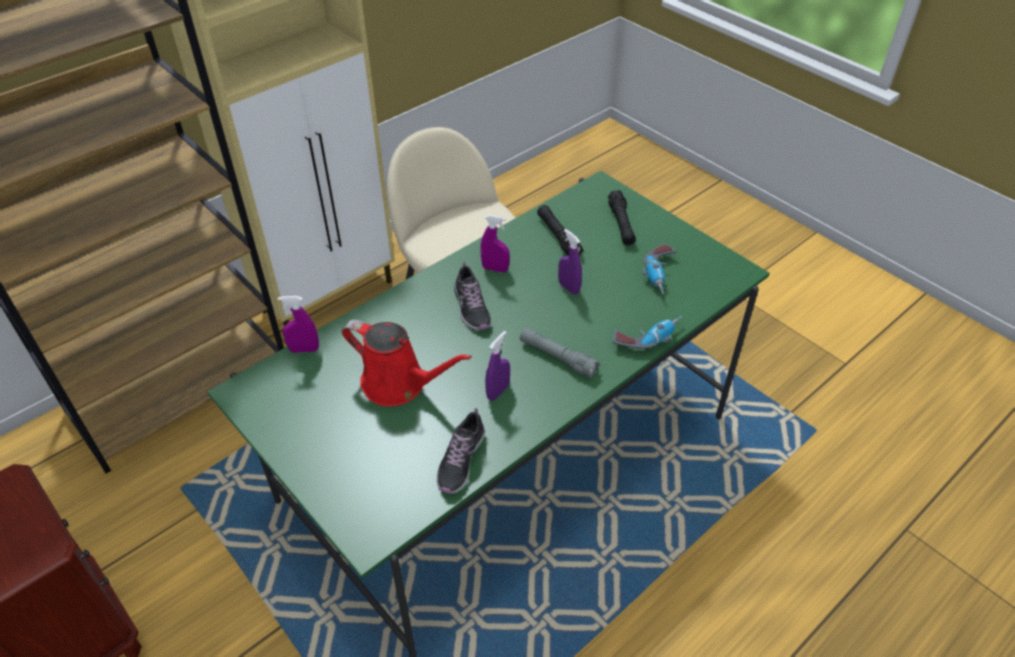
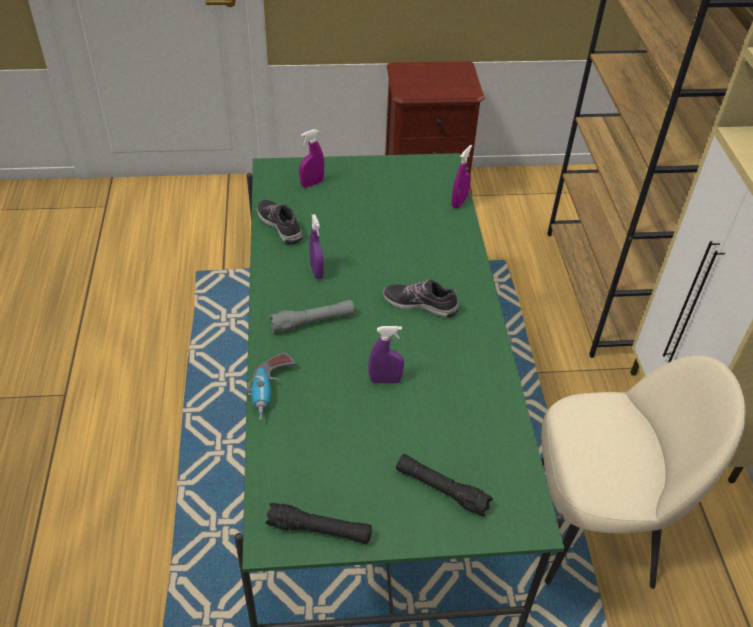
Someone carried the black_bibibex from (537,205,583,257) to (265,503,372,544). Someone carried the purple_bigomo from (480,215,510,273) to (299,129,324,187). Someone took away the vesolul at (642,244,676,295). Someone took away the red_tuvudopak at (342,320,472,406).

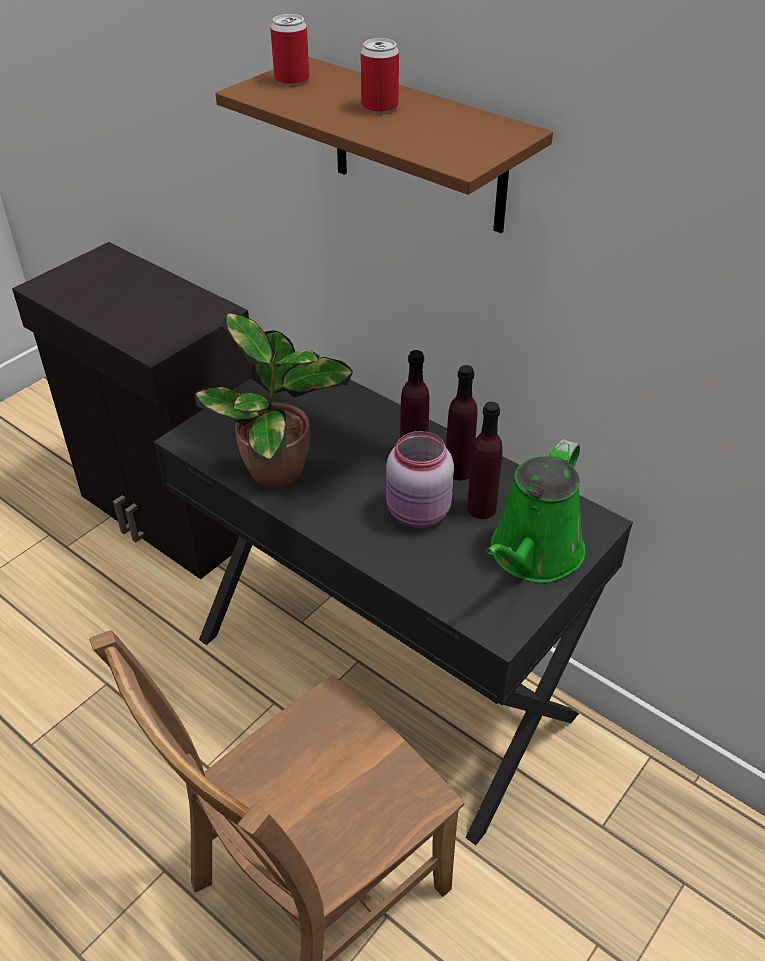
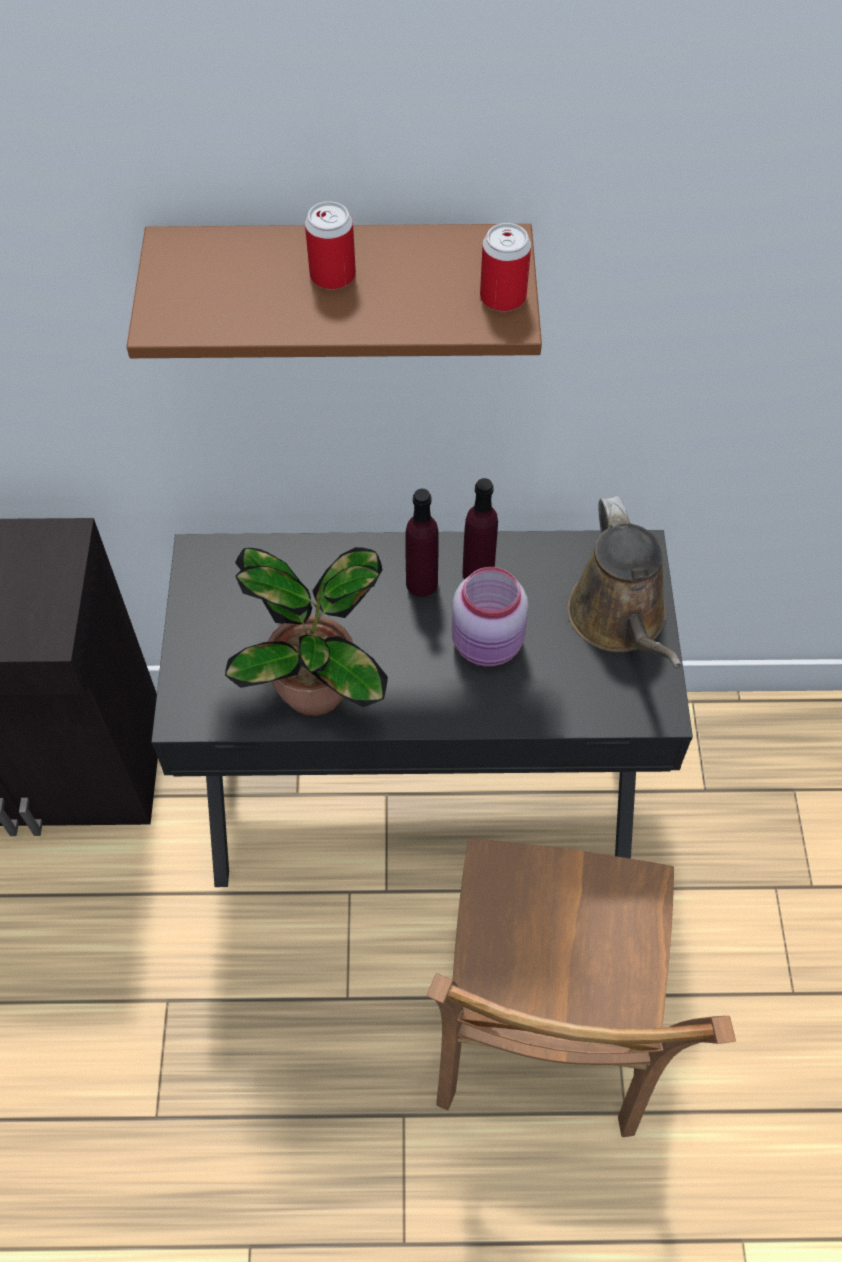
Someone carried the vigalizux from (270,14,309,85) to (480,223,531,312). Someone took away the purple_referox at (467,402,503,519). Someone repainted the green_tuvudopak at (486,439,585,583), which became the brown_tuvudopak at (567,496,682,668).

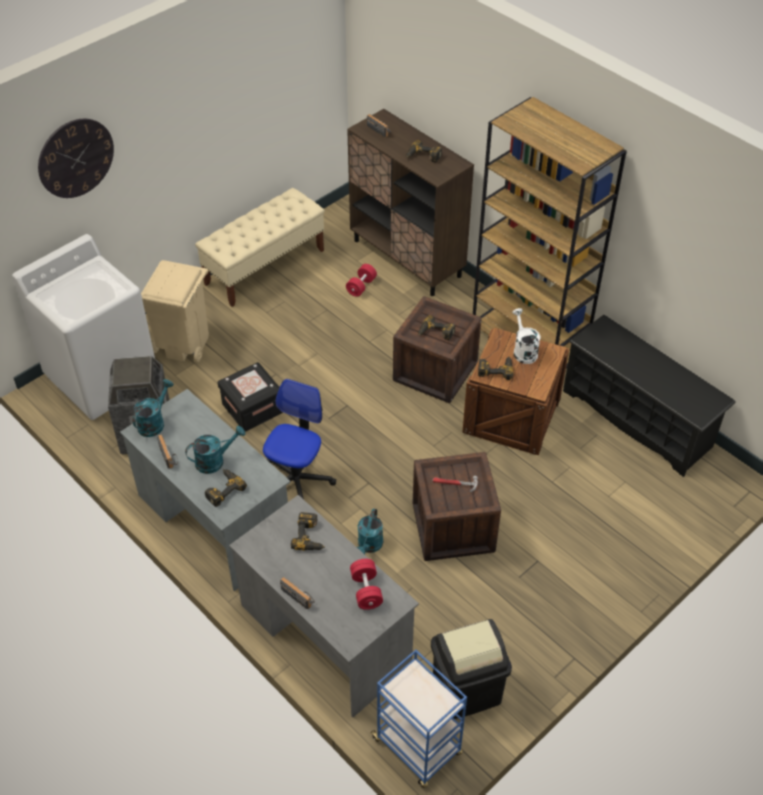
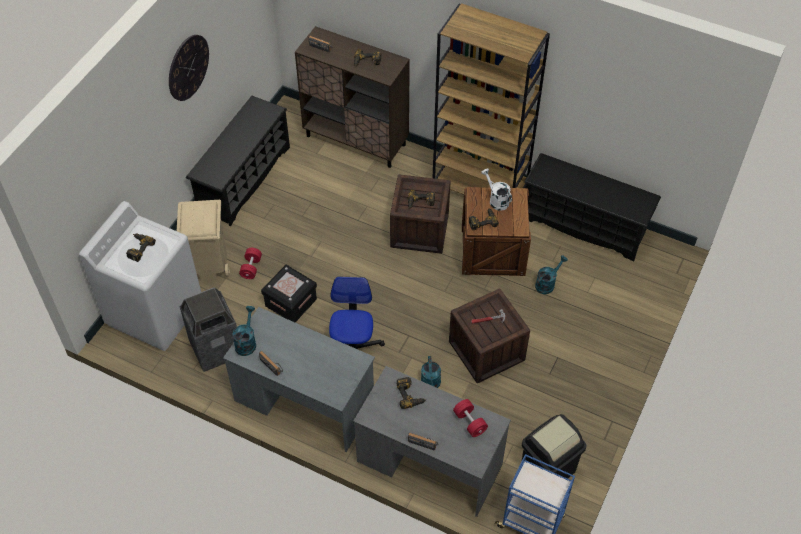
Someone carried the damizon from (38,119,114,198) to (169,35,209,101). Someone swapped the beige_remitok at (195,188,325,307) for the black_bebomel at (186,96,290,226). Someone carried the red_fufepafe from (346,264,377,297) to (239,248,262,279). Someone carried the turquoise_tuvudopak from (185,426,245,474) to (535,255,568,294). Someone carried the vesolul from (205,469,247,507) to (126,233,156,262).

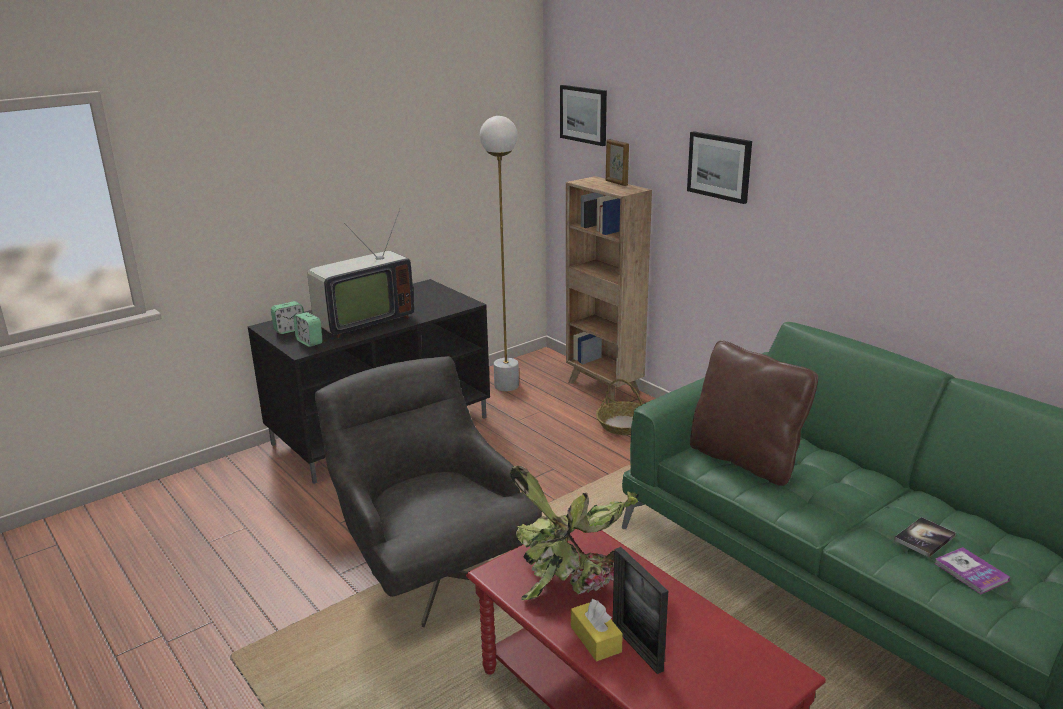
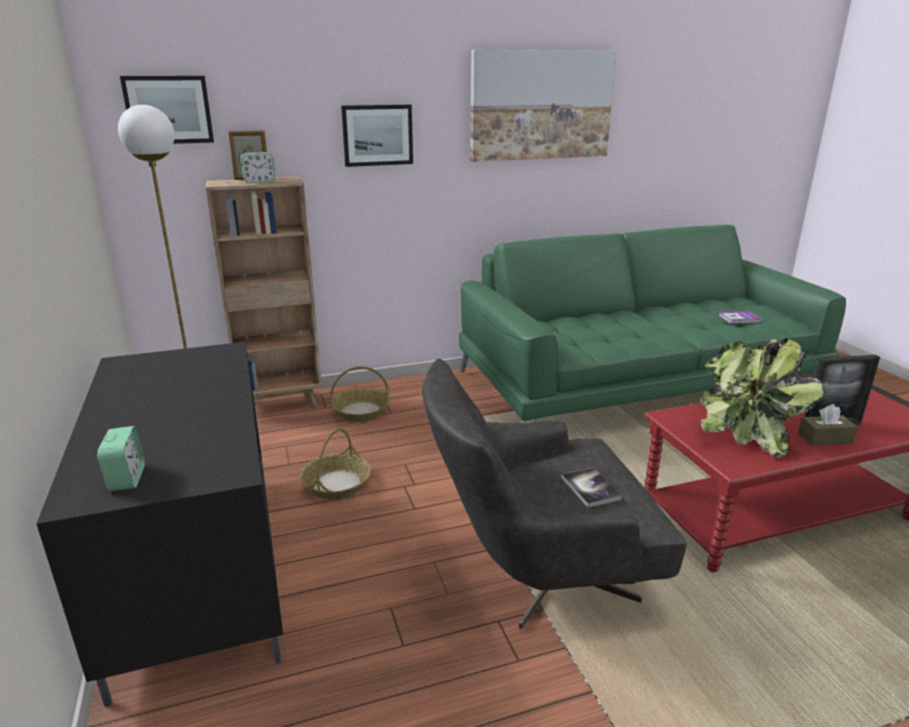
Someone took away the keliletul at (308,209,414,338). Someone carried the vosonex from (294,312,323,347) to (240,152,275,183). Someone took away the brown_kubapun at (690,340,818,486). Someone carried the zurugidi from (894,517,956,557) to (561,468,622,508). Someone repainted the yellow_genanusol at (571,599,623,661), which became the brown_genanusol at (798,404,858,445). Someone put up the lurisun at (470,50,616,162). Someone put down the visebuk at (300,428,371,499).

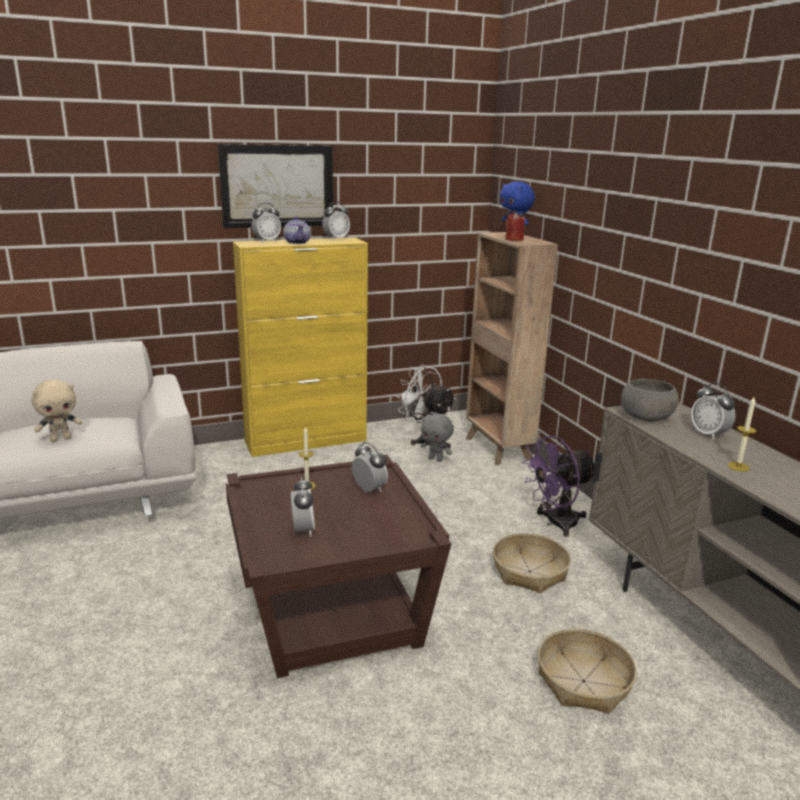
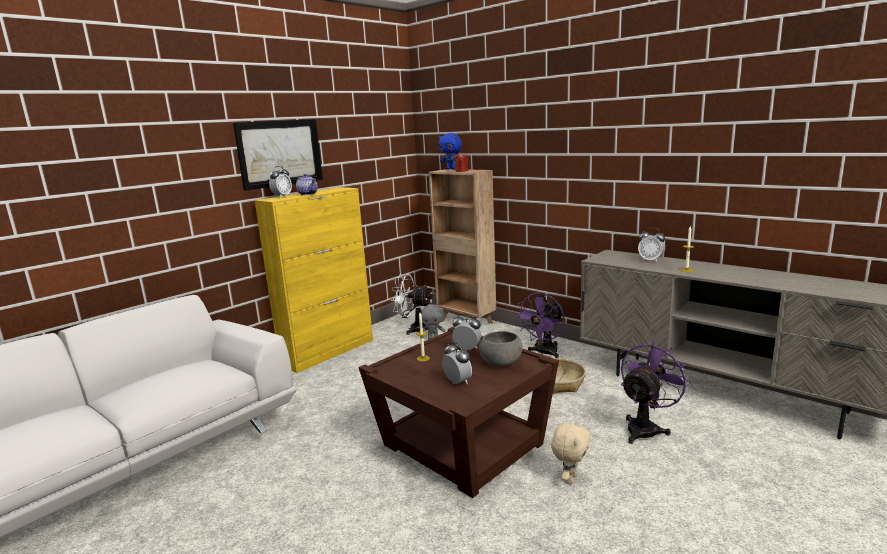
Someone took away the vosonex at (322,202,350,240). Someone carried the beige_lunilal from (32,379,82,442) to (551,423,591,485). Someone carried the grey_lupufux from (621,379,679,422) to (479,331,523,367). Someone swapped the visebuk at (538,629,637,714) for the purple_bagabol at (621,341,691,444).

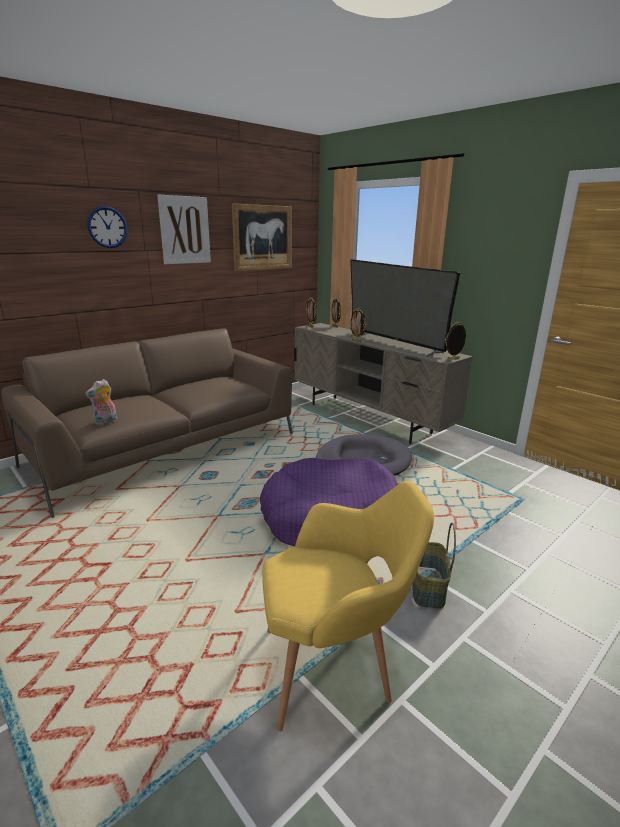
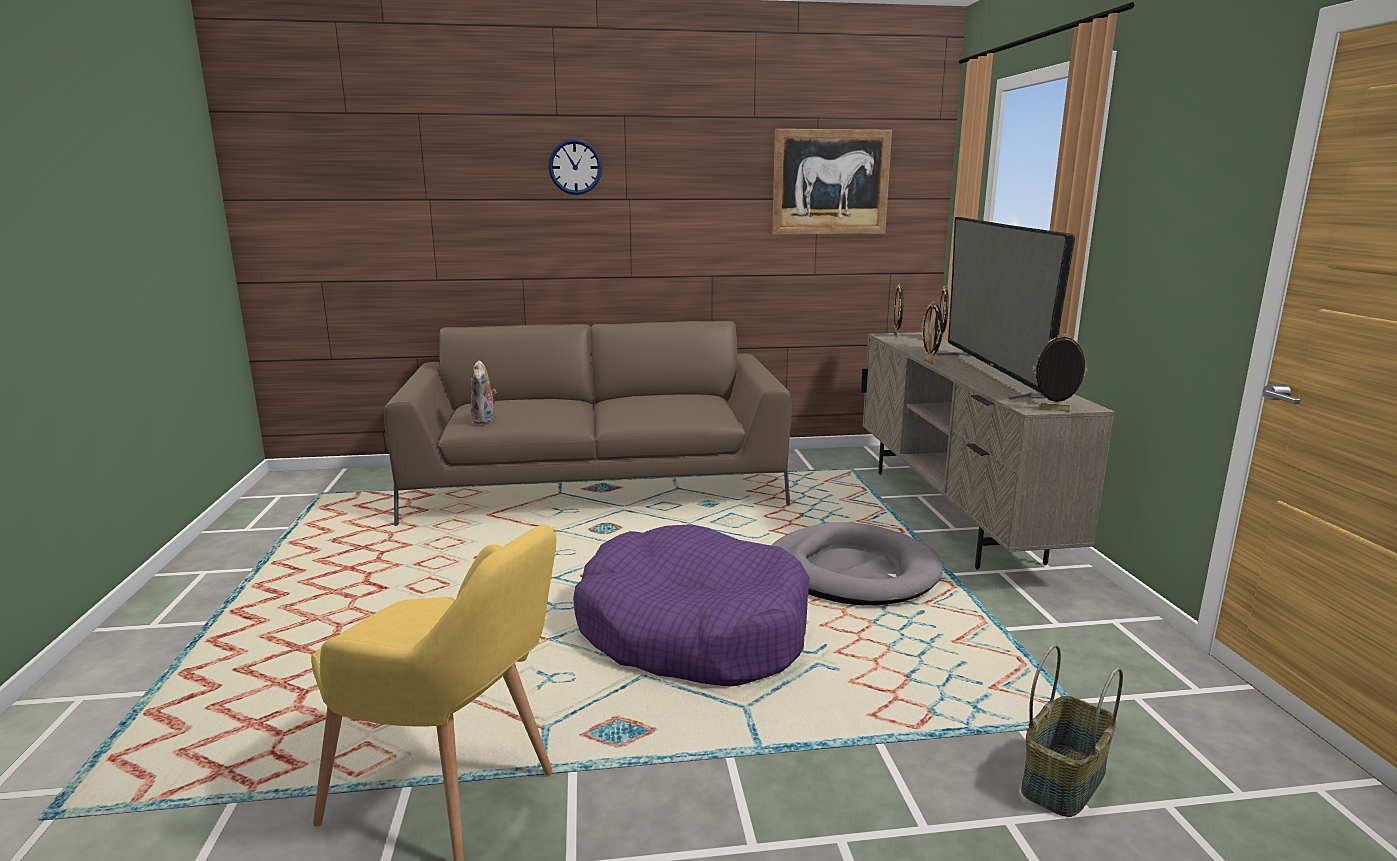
Someone took away the lurisun at (157,195,211,264). Someone rotated the lunilal at (85,379,117,425) by 90 degrees counterclockwise. Someone carried the visebuk from (412,523,456,609) to (1021,645,1123,817).

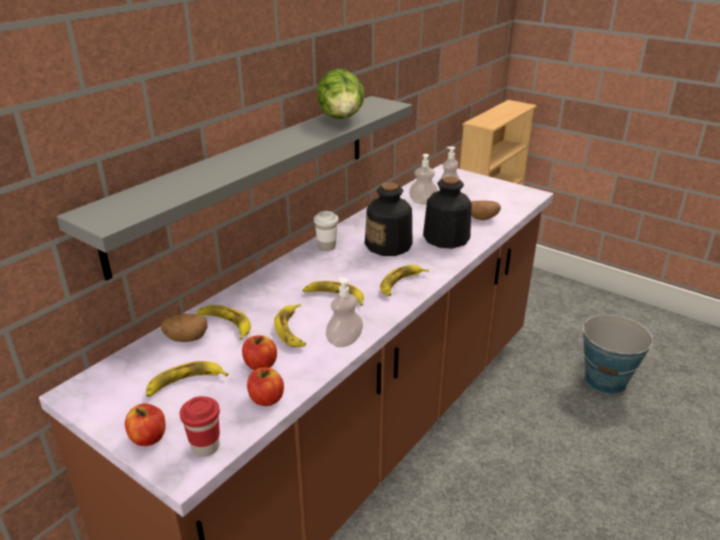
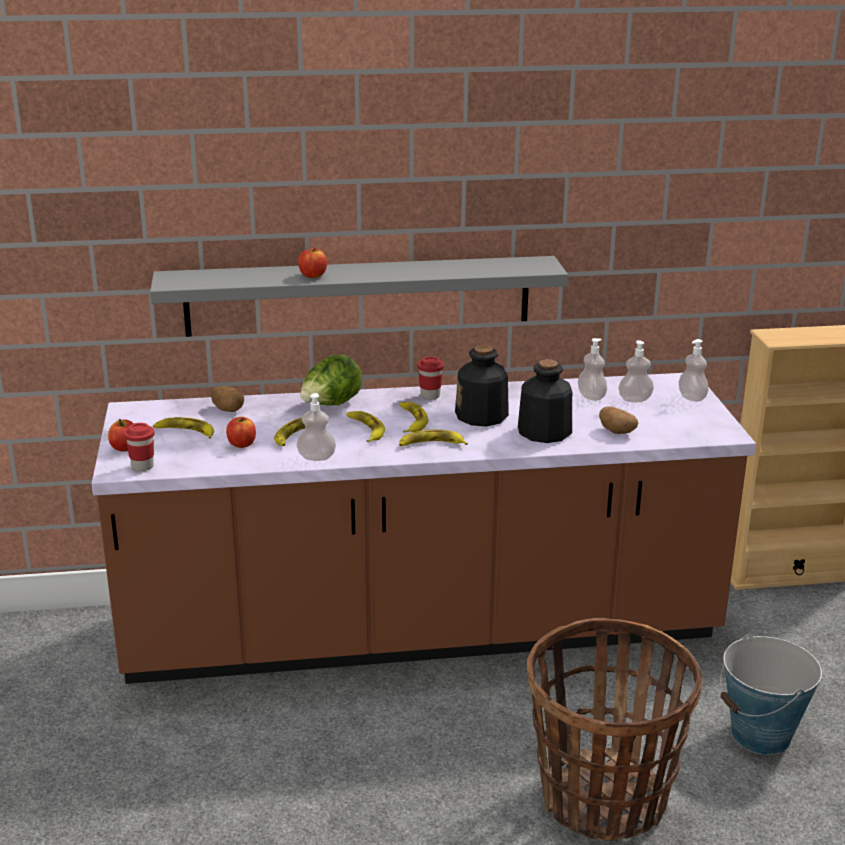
Someone carried the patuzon from (317,69,365,119) to (300,355,362,405). Someone repainted the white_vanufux at (314,211,339,251), which became the red_vanufux at (417,356,444,400). Someone carried the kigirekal from (196,305,251,340) to (399,402,428,433). Someone carried the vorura from (247,367,284,406) to (298,248,327,278). Someone put down the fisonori at (679,339,708,402). Someone put down the visebuk at (527,618,703,841).

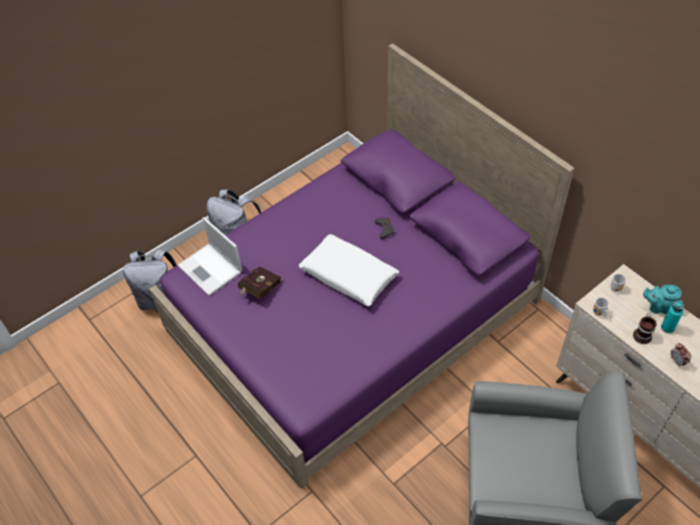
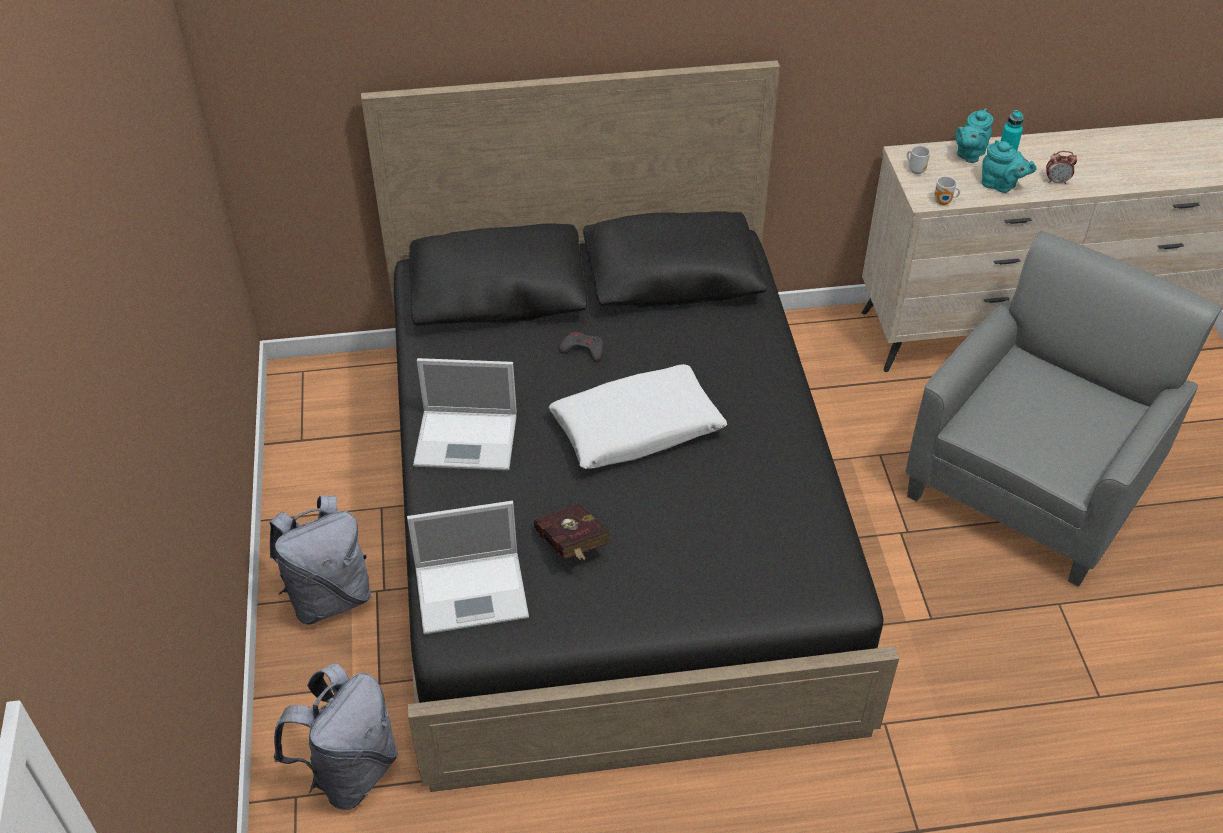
Someone repainted the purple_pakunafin at (149,43,575,489), which became the black_pakunafin at (361,60,899,792). Someone swapped the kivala at (633,313,657,344) for the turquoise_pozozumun at (982,140,1036,193). Someone put down the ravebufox at (413,358,517,471).

